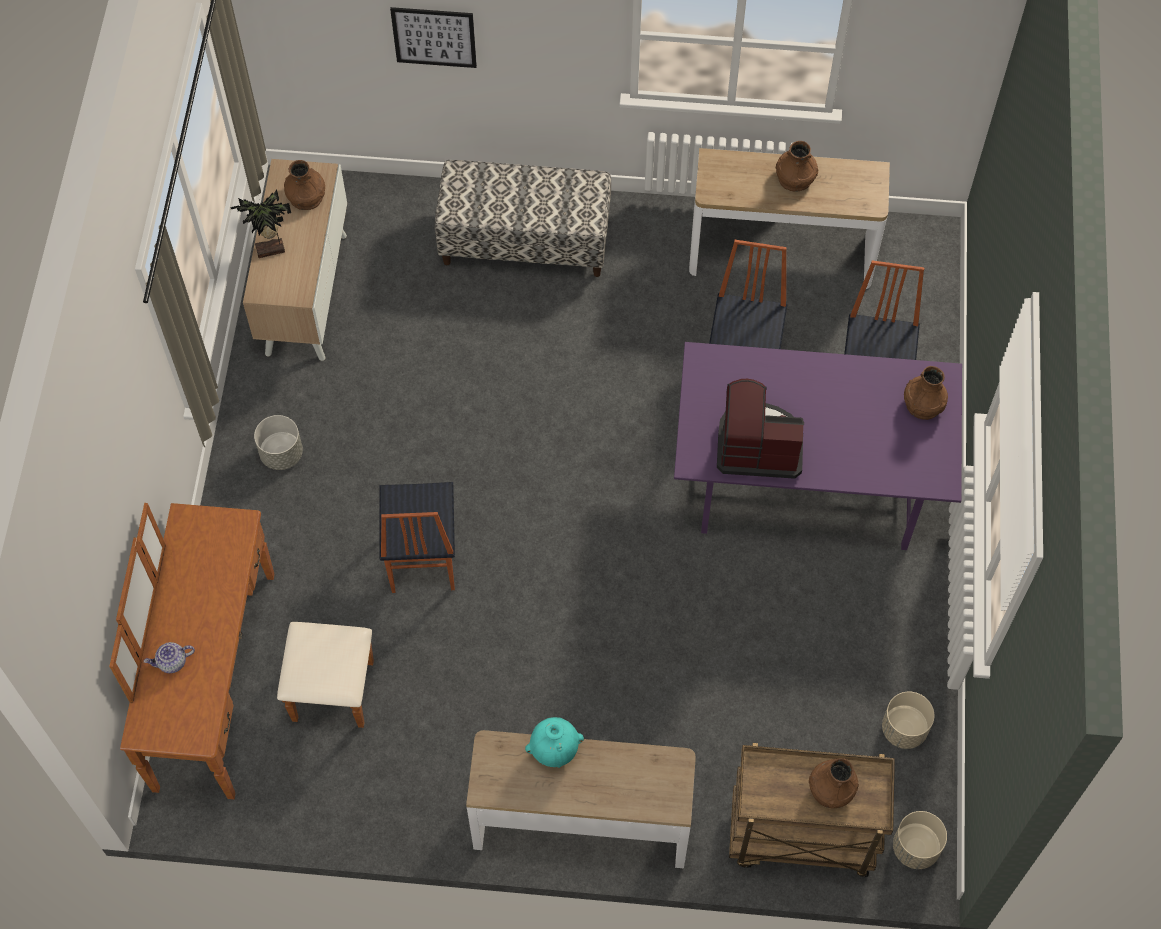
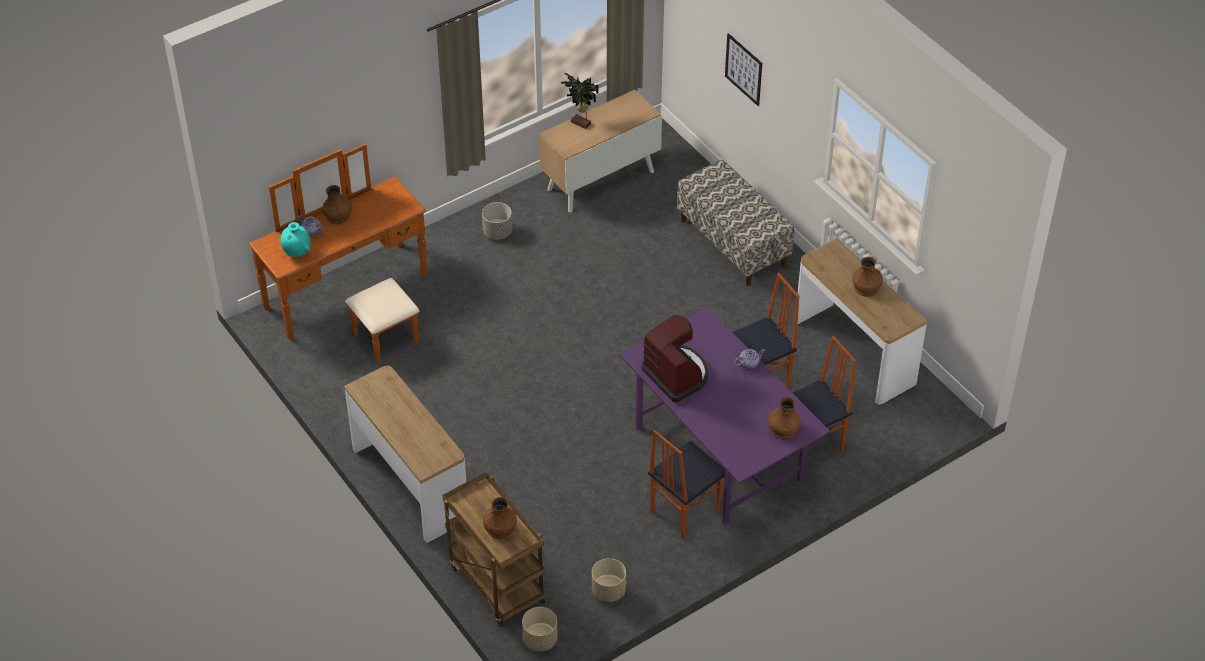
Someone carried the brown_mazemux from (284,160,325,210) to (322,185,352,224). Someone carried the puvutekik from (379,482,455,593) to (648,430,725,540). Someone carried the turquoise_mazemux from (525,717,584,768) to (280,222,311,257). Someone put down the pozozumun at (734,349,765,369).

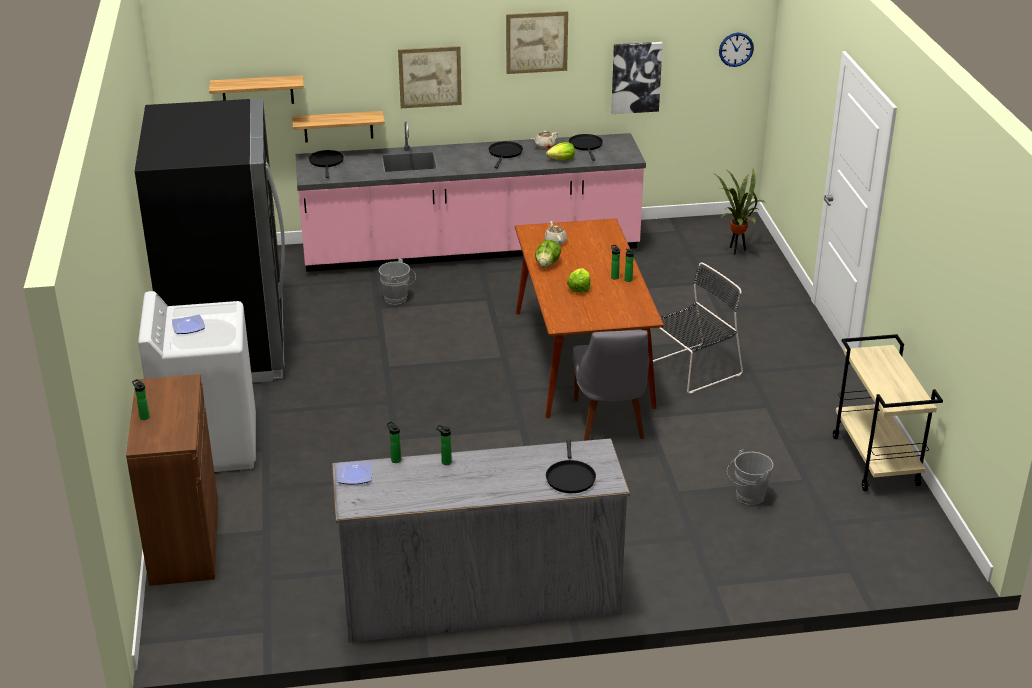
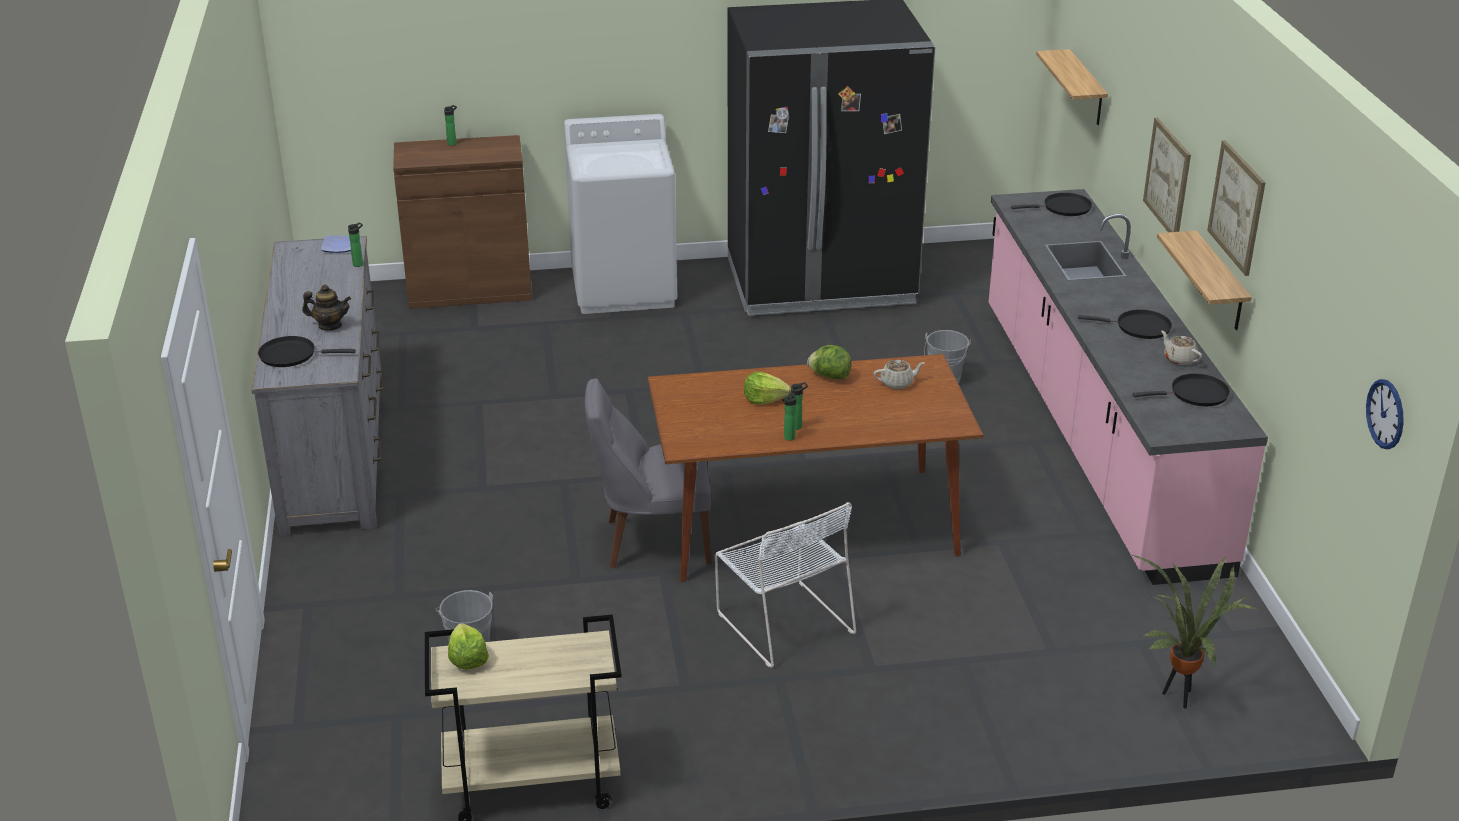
Someone took away the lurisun at (611,42,663,114). Someone carried the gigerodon from (292,111,385,143) to (1157,231,1252,330). Someone carried the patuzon from (546,142,575,160) to (448,623,489,670). Someone repainted the black_puvutekik at (653,262,743,394), which became the white_puvutekik at (715,502,856,668). Someone took away the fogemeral at (172,315,205,334). Someone took away the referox at (436,425,452,465). Someone put down the pozozumun at (302,285,351,331).

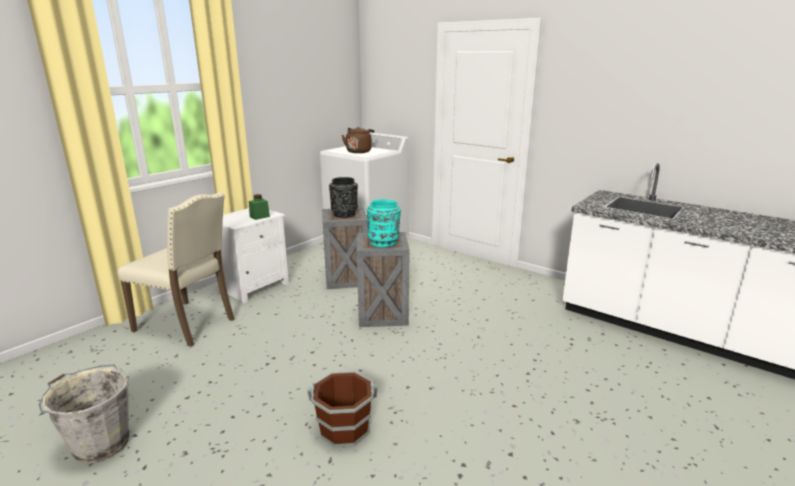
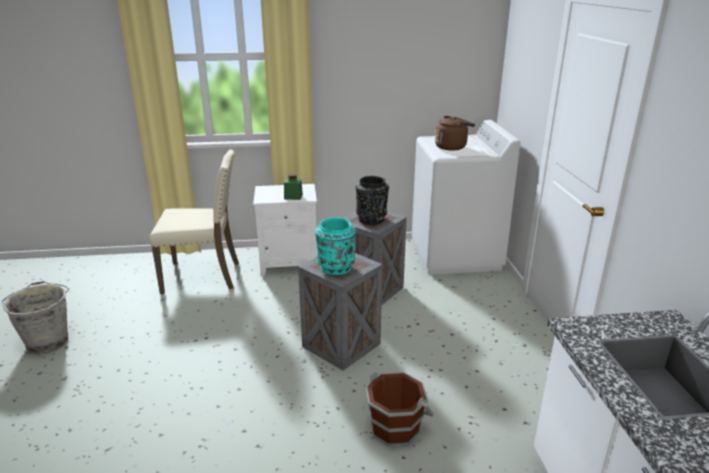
Someone rotated the beige_puvutekik at (118,192,234,347) by 75 degrees counterclockwise. Someone carried the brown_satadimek from (307,372,378,447) to (366,372,434,447).

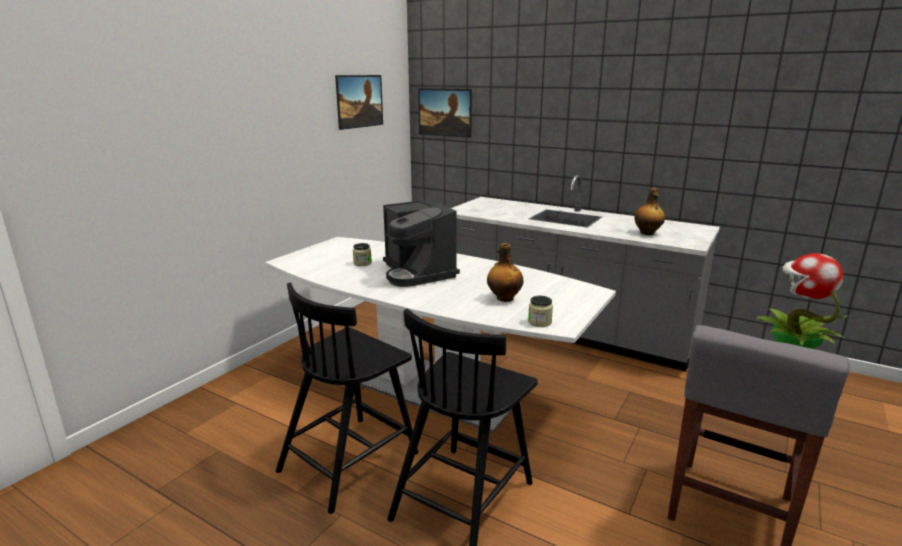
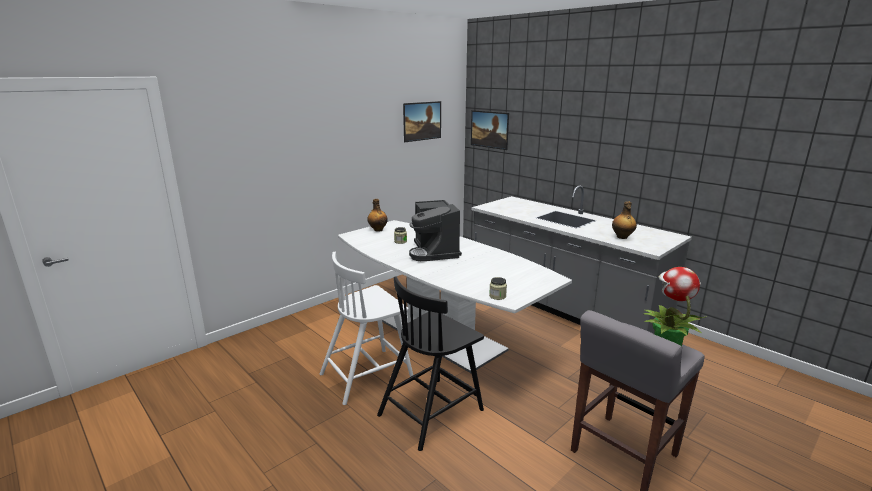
Someone carried the referox from (487,243,523,302) to (367,199,388,232). Someone repainted the black_puvutekik at (276,283,418,514), which became the white_puvutekik at (320,252,413,405).

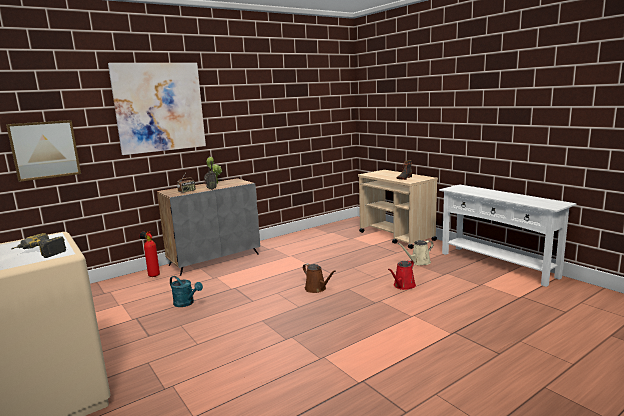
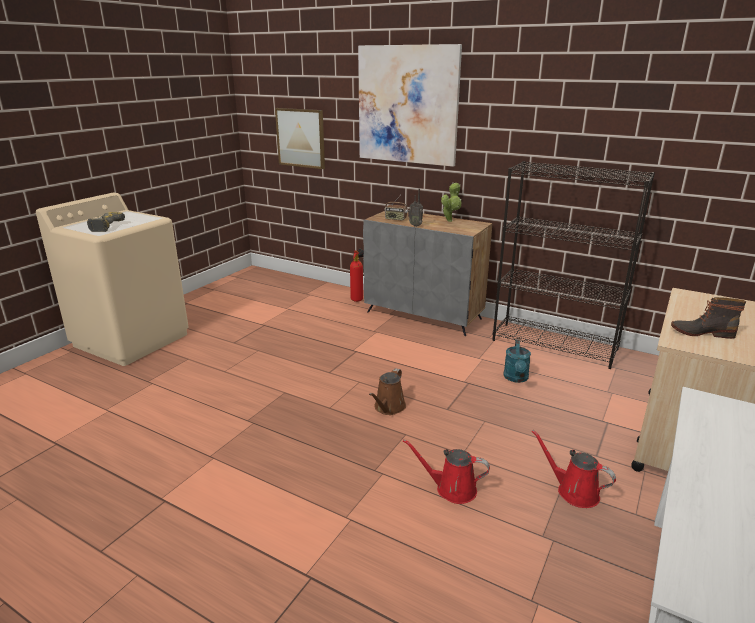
Someone repainted the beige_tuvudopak at (398,240,433,265), which became the red_tuvudopak at (532,430,616,508). Someone carried the turquoise_tuvudopak from (170,276,203,307) to (504,339,531,383). Someone put down the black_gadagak at (492,161,655,369).

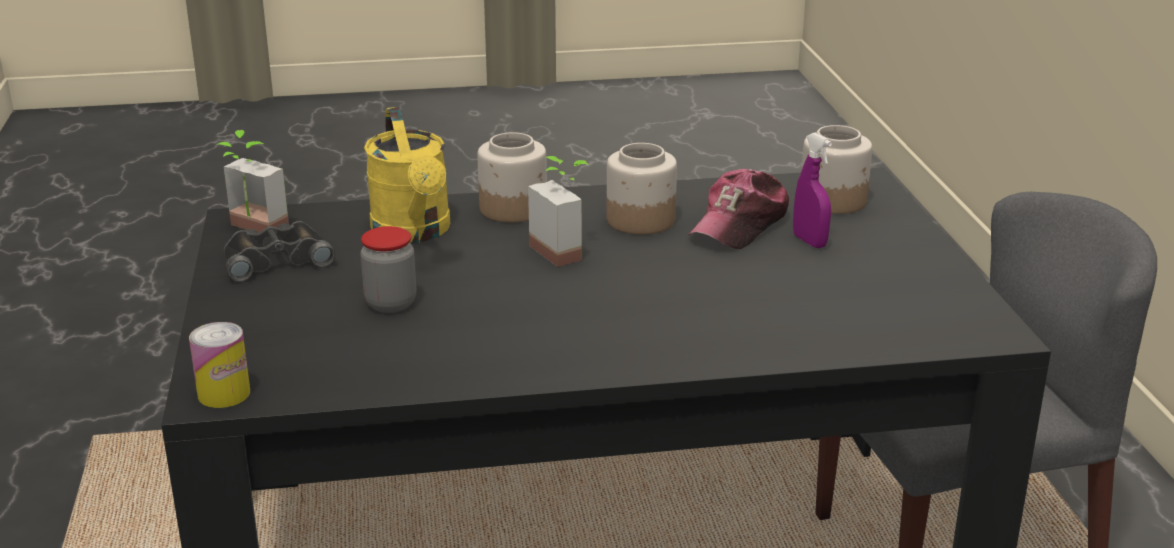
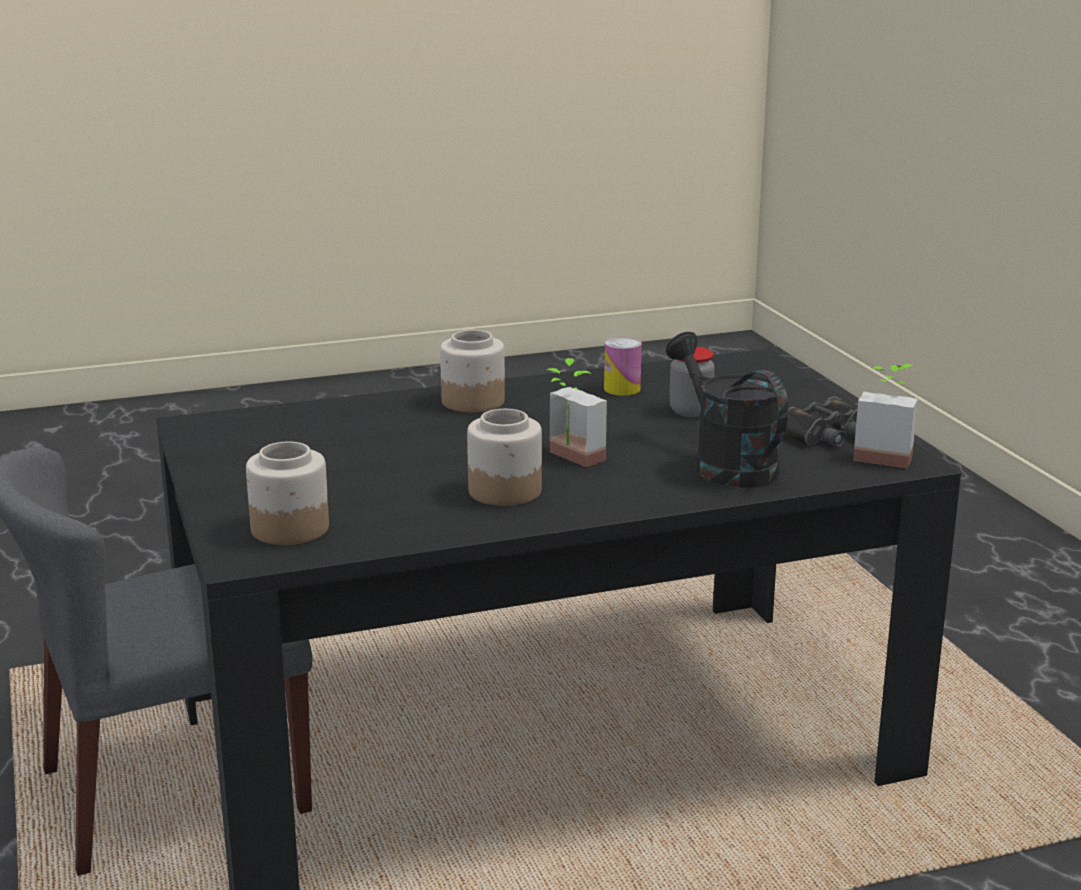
Someone repainted the yellow_tuvudopak at (364,107,450,243), which became the black_tuvudopak at (666,332,788,488). Someone carried the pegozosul from (477,132,547,223) to (440,330,505,412). Someone took away the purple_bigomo at (793,133,832,248). Someone took away the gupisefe at (688,169,789,249). Someone carried the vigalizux from (189,322,250,408) to (604,337,642,396).

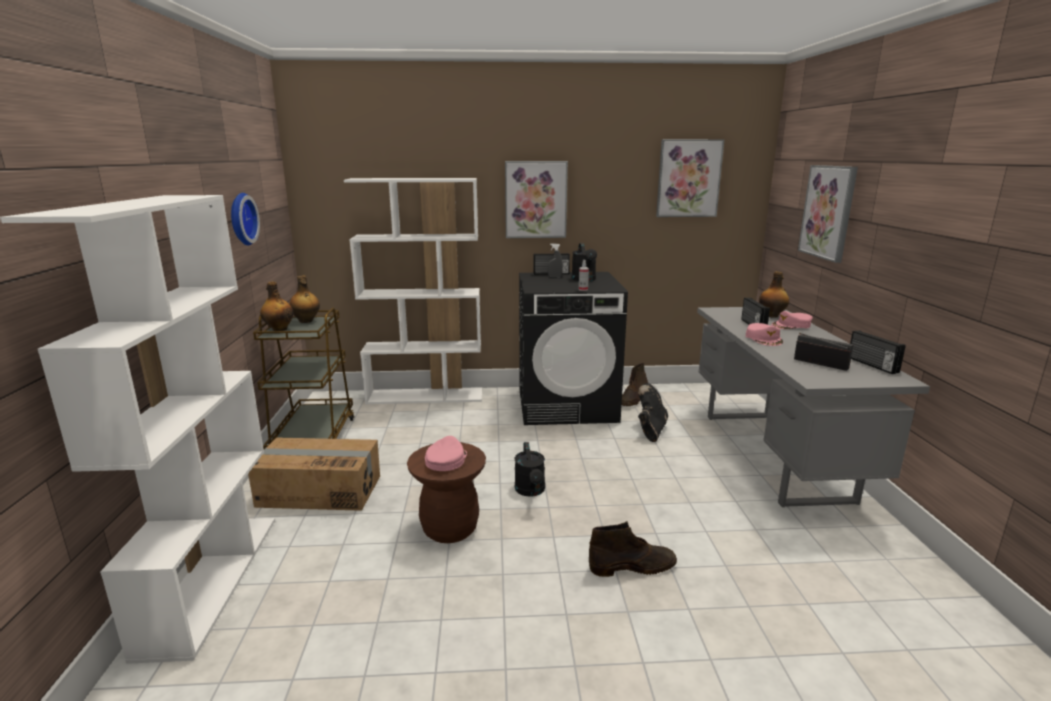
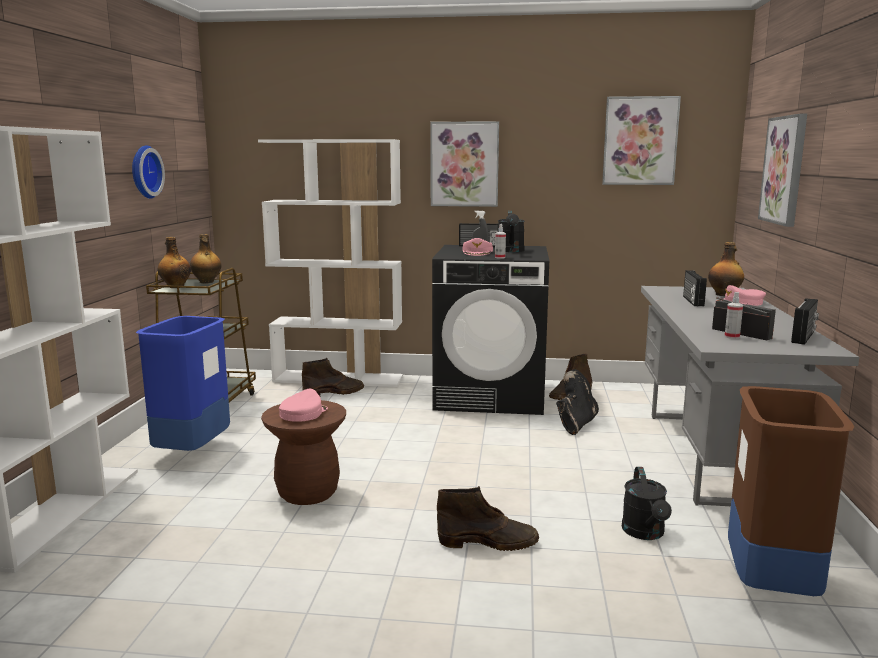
Someone carried the pink_gupisefe from (746,323,783,346) to (462,238,493,256). Someone rotated the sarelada at (850,330,906,374) by 135 degrees counterclockwise. Someone swapped the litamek at (248,438,380,511) for the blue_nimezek at (136,316,230,451). Someone carried the black_tuvudopak from (514,442,545,497) to (622,467,672,540). Someone put down the bigomo at (724,292,743,339). Someone put down the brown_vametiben at (302,358,364,396). Someone put down the brown_nimezek at (728,386,854,596).

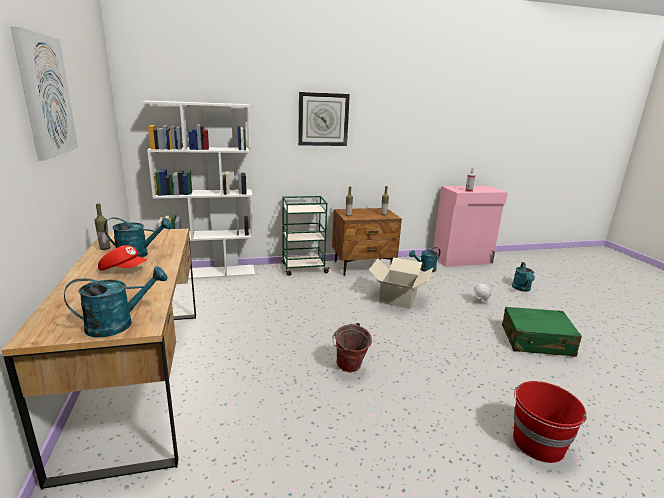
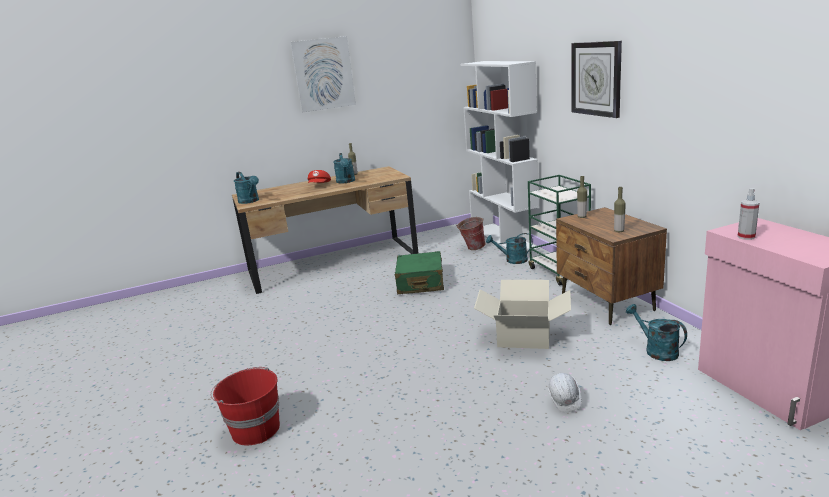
Someone carried the turquoise_tuvudopak from (512,262,535,292) to (486,233,533,264). Someone carried the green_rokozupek from (502,307,582,357) to (395,251,444,294). Someone carried the satadimek from (332,323,372,372) to (456,217,486,250).

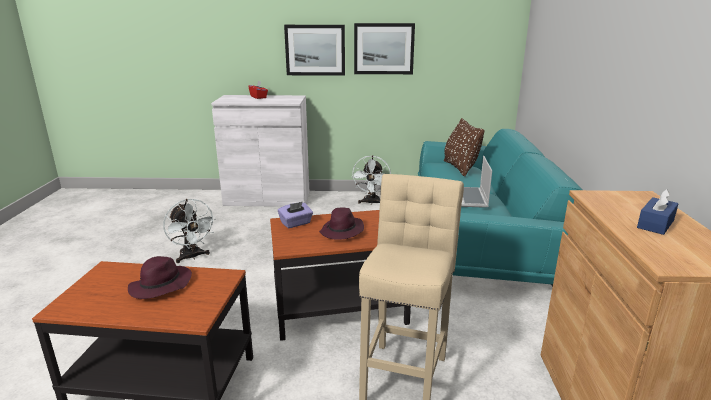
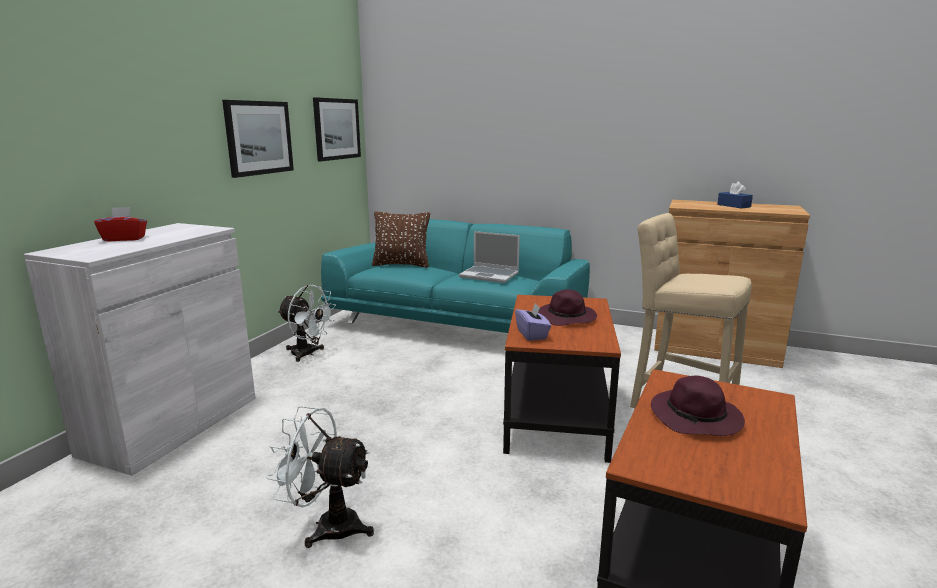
Someone carried the lurisun from (284,25,345,76) to (313,97,361,161). Someone rotated the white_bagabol at (163,199,216,263) by 150 degrees counterclockwise.

